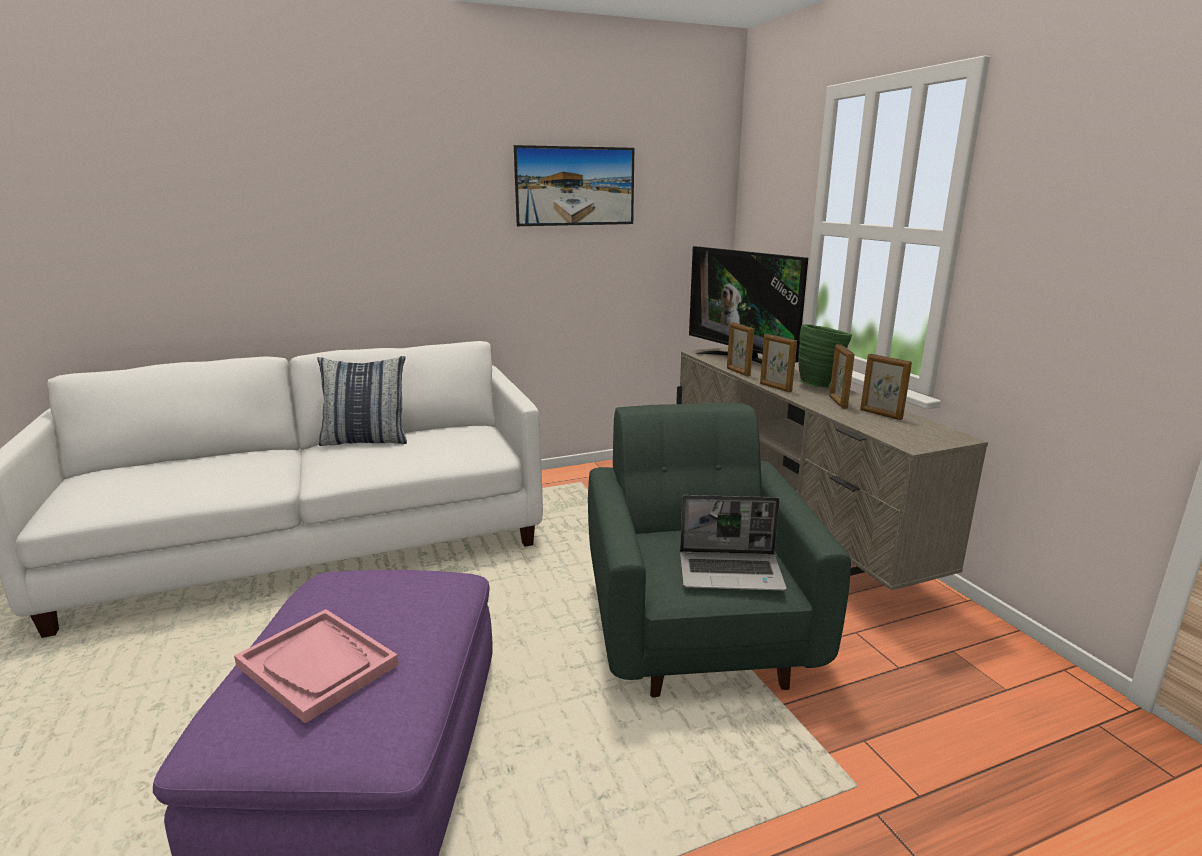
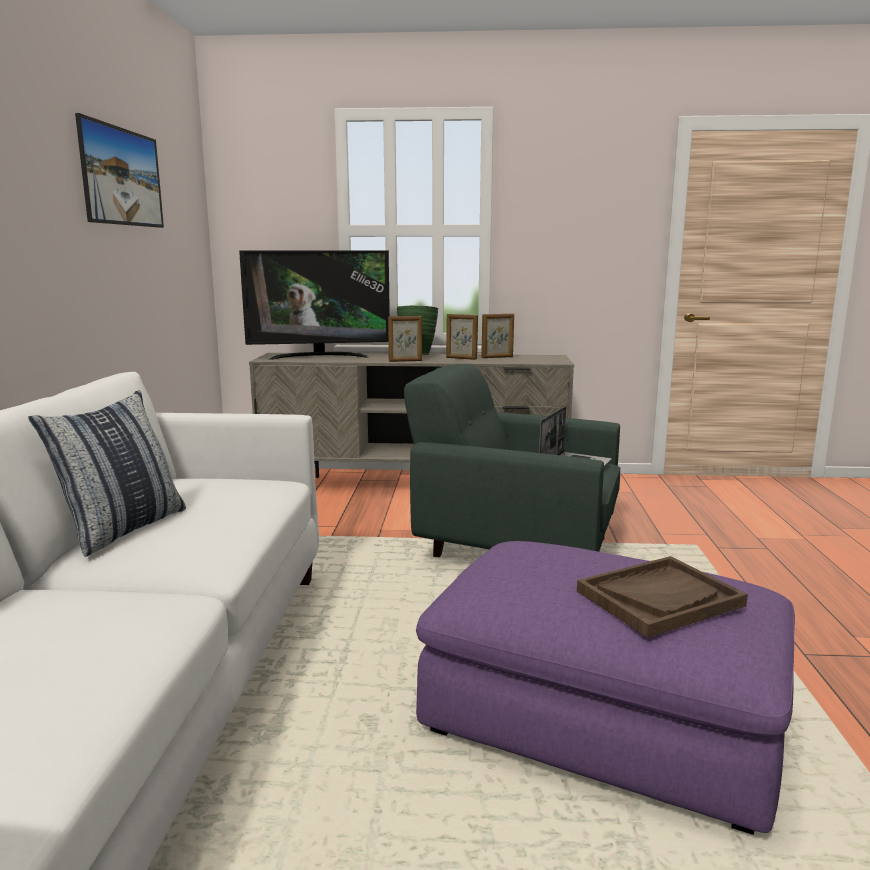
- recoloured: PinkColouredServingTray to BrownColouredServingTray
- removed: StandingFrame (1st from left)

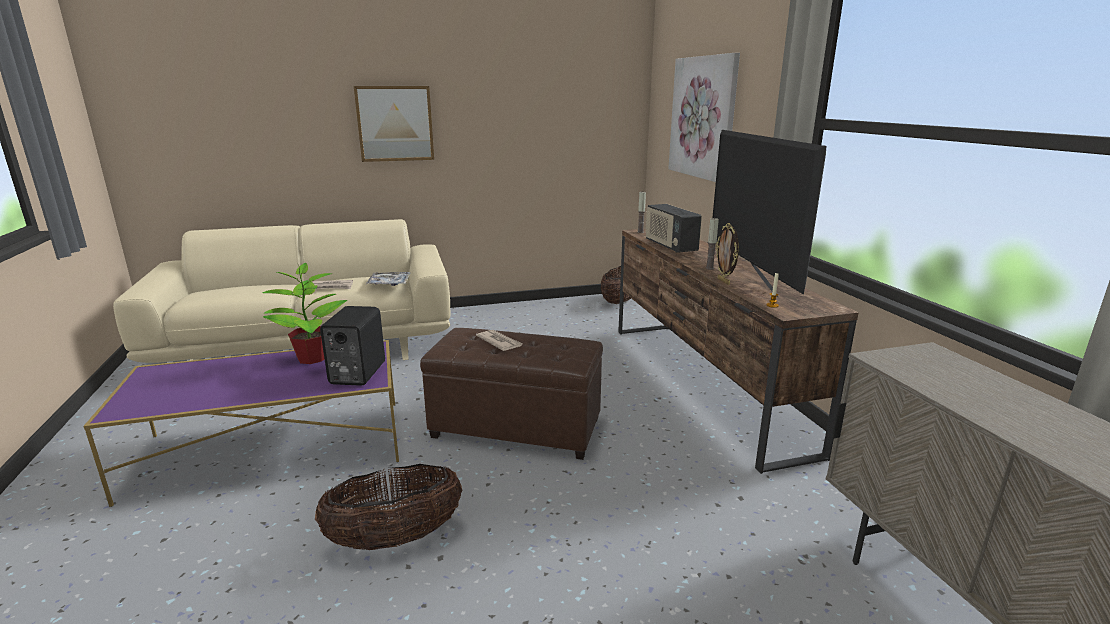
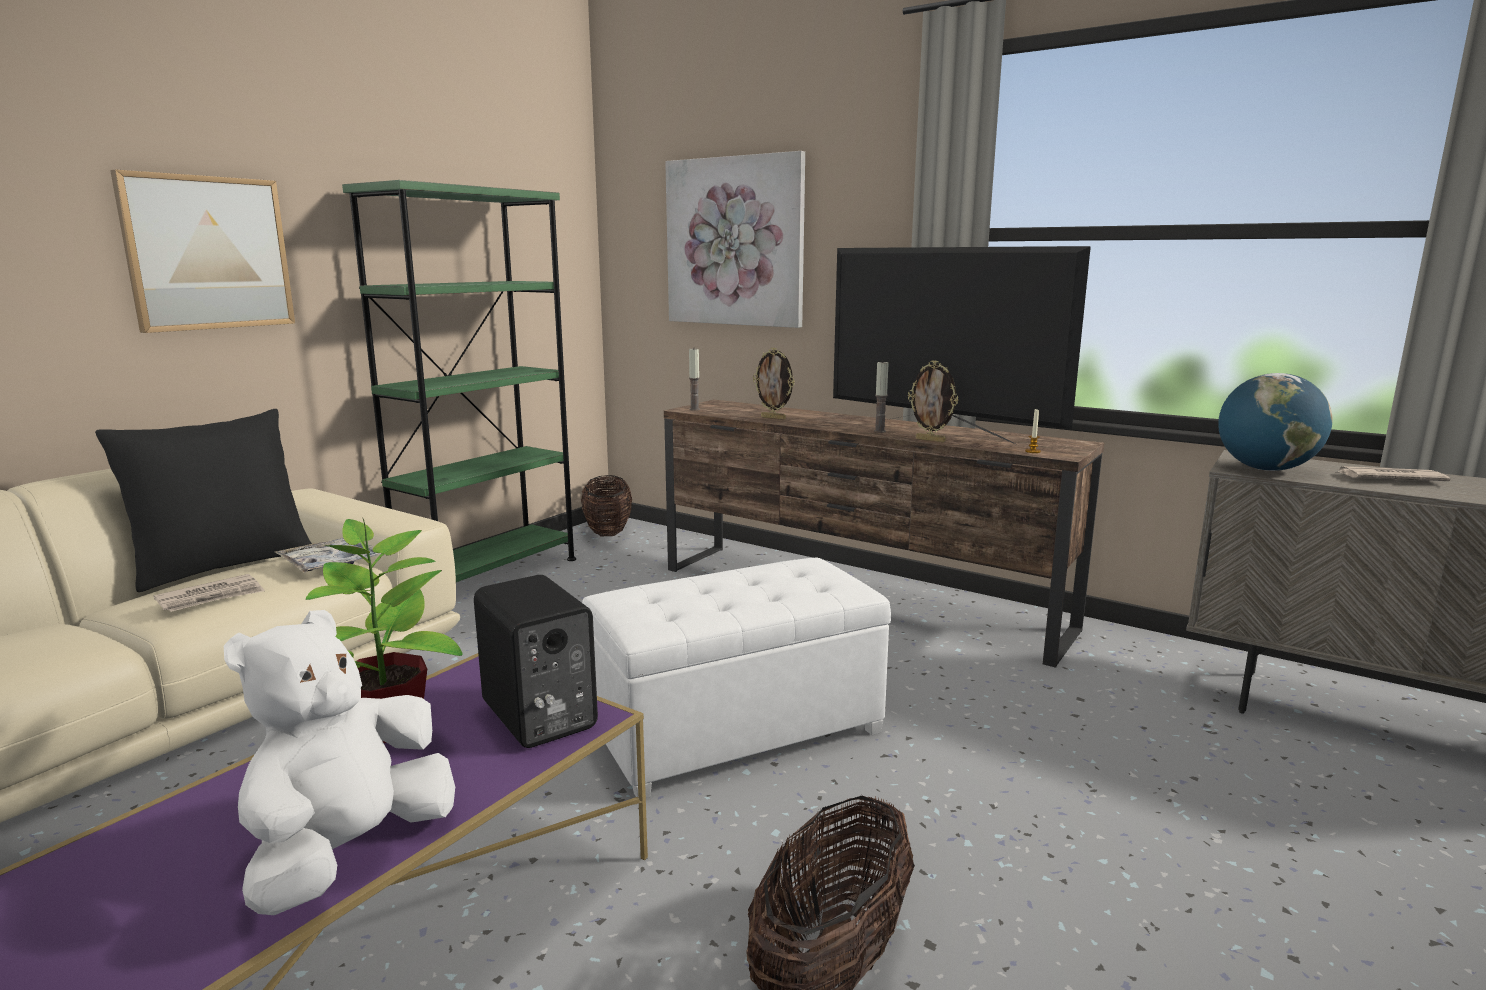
- recoloured: BrownColouredOttoman to WhiteOttoman
- moved: DailyPaper (2nd from left)
- replaced: RadioReceiver to StandingFrame (1st from left)
- added: BlackishPillow
- added: WhiteCuddlyToy
- added: GreenBookshelf
- added: Globe

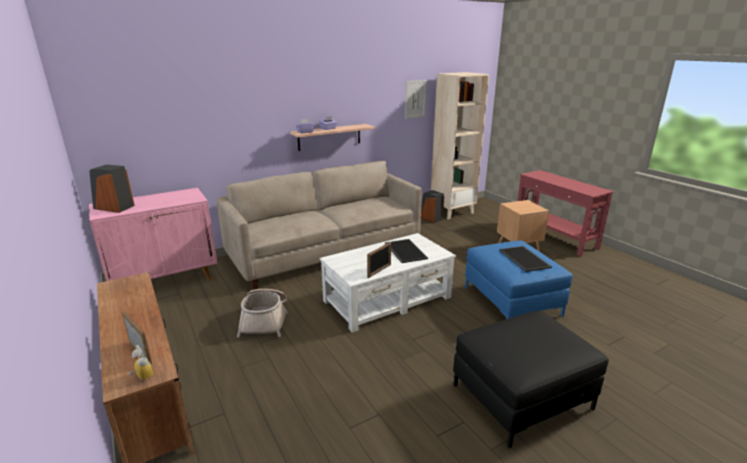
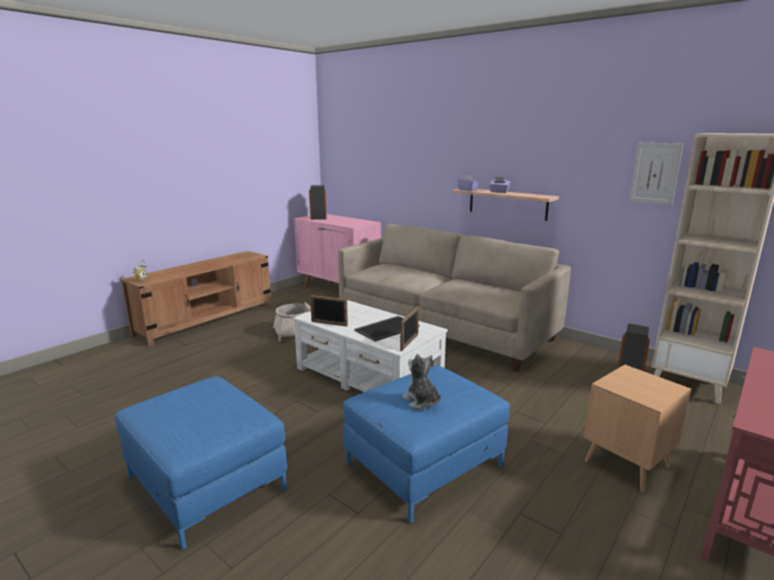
- moved: StandingFrame (1st from left in the first image) to StandingFrame (2nd from left)
- recoloured: BlackishOttoman to BlueOttoman (1st from left)
- replaced: ServingTray (2nd from left) to CuddlyToy

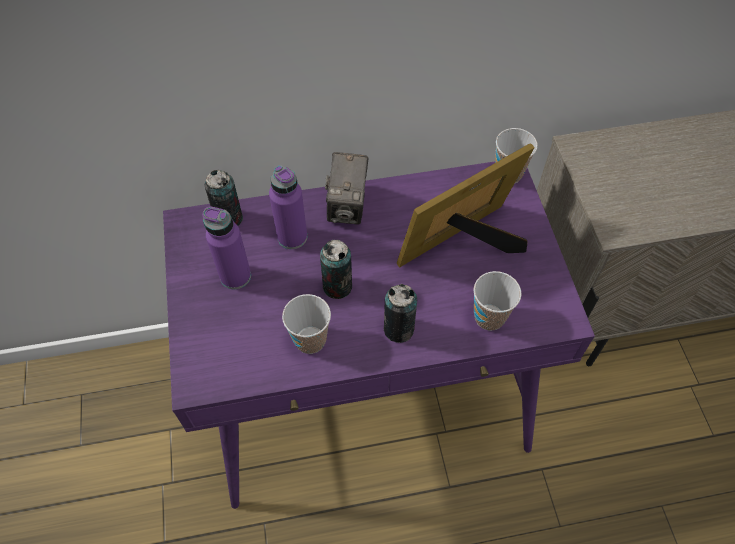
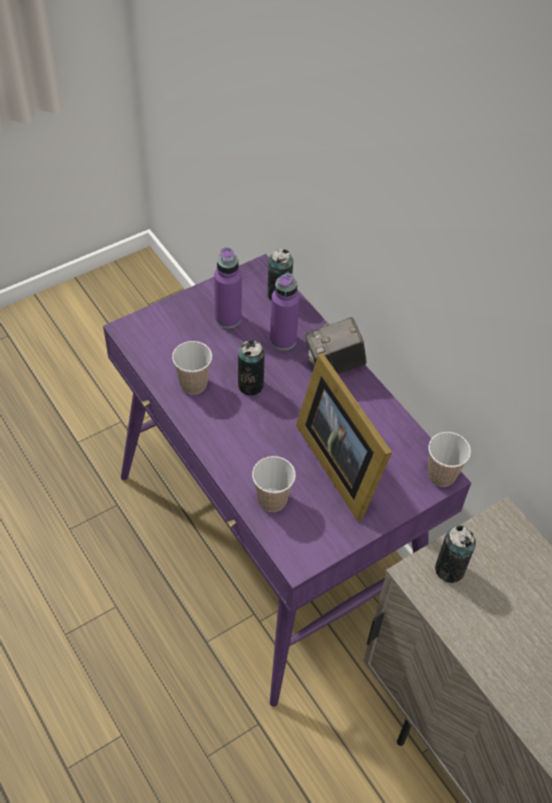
- moved: SealedCan (3rd from left)
- turned: StandingFrame 150 degrees counterclockwise

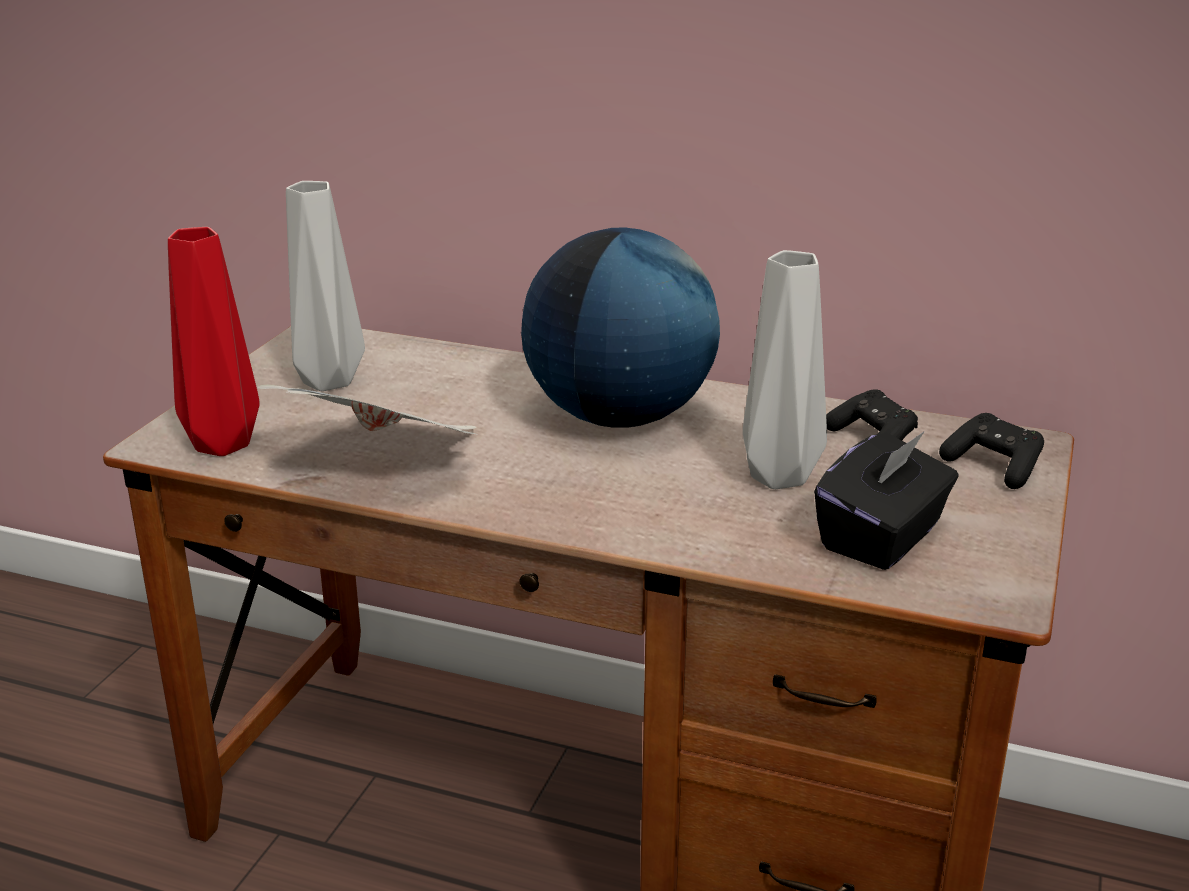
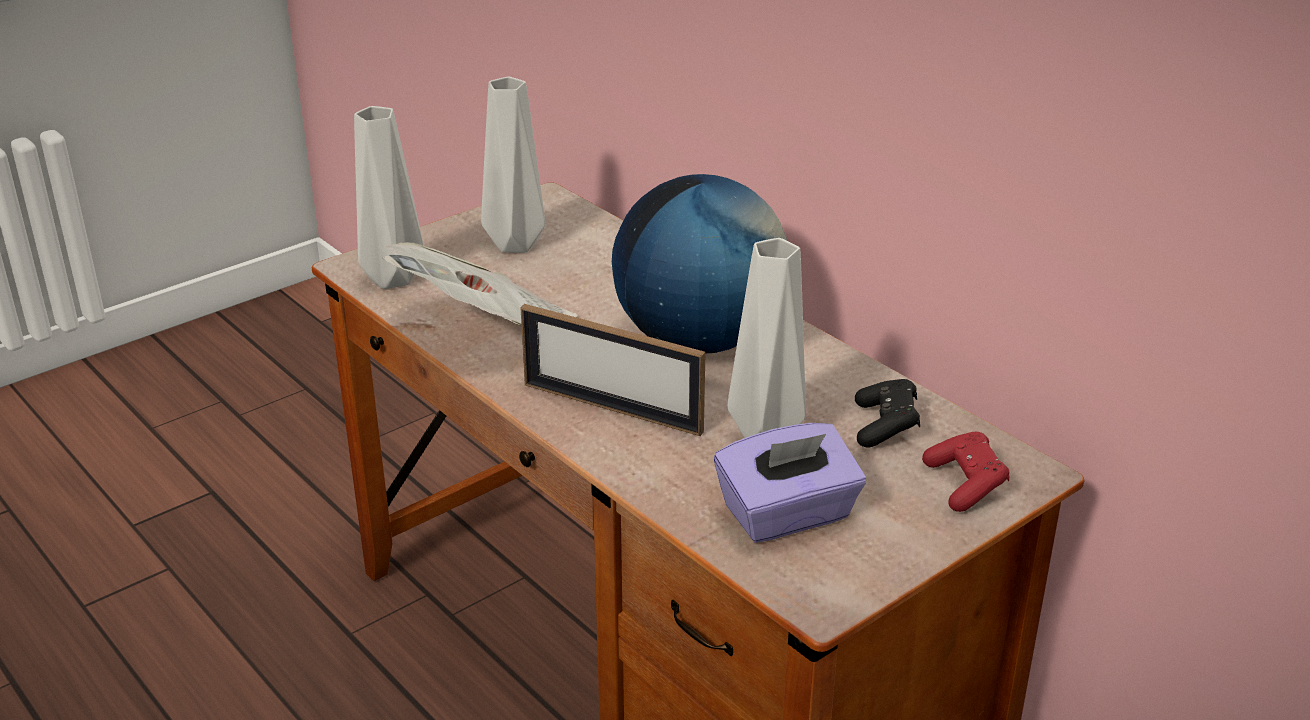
- recoloured: ReddishVase to GreyVase (1st from left)
- recoloured: BlackishTissueHolder to PurpleColouredTissueHolder
- recoloured: BlackishGamepad (2nd from left) to ReddishGamepad
- added: StandingFrame

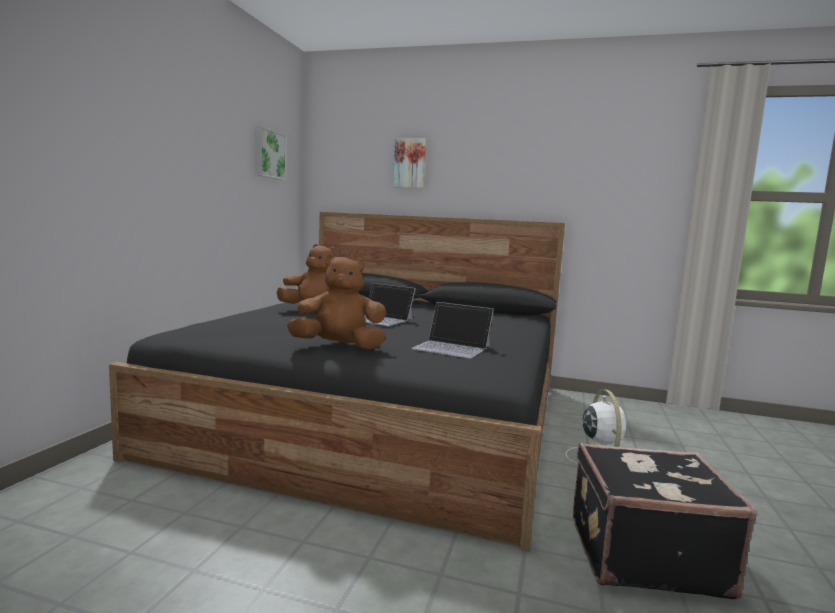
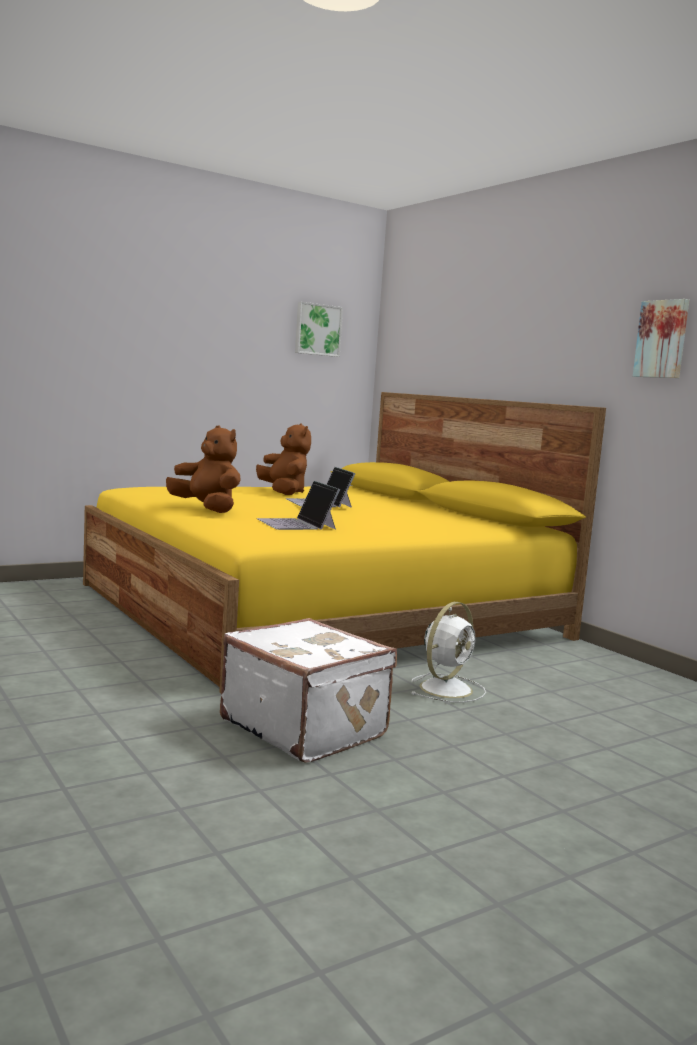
- recoloured: BlackishSleepingBed to YellowColouredSleepingBed
- moved: WallPicture (2nd from left)
- recoloured: BlackishSuitcase to WhiteSuitcase

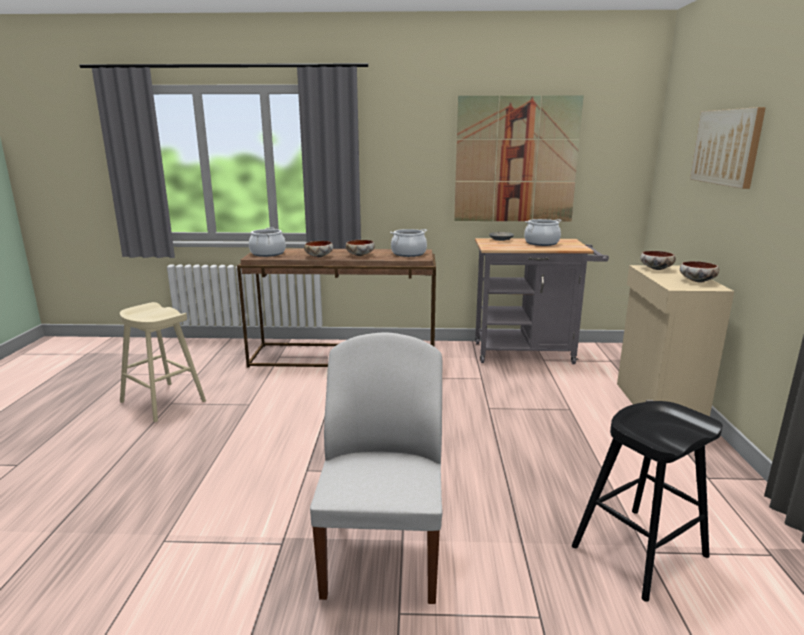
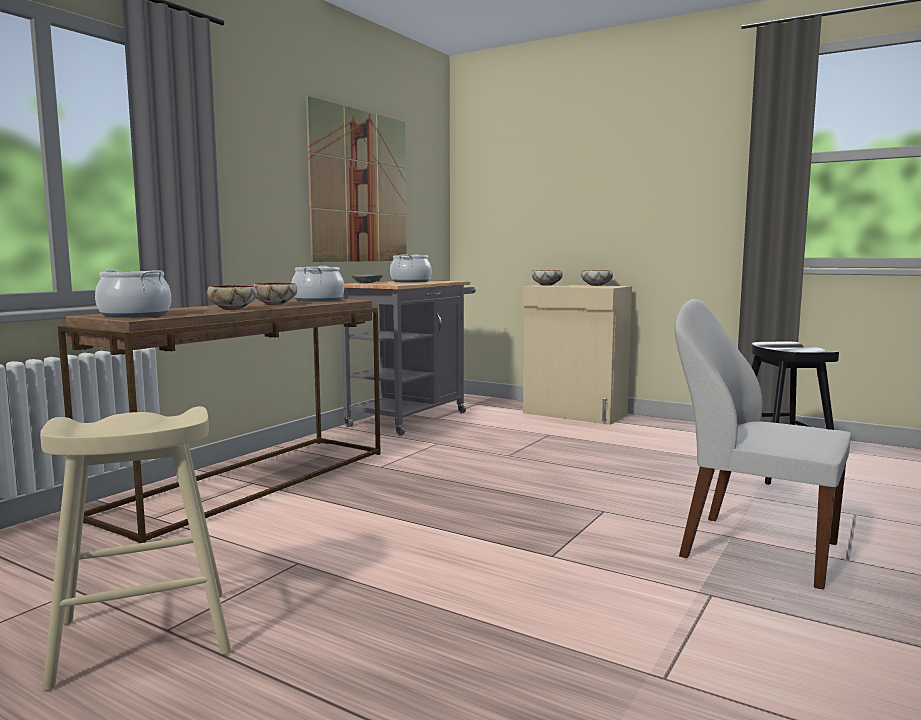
- removed: WallPicture (2nd from left)

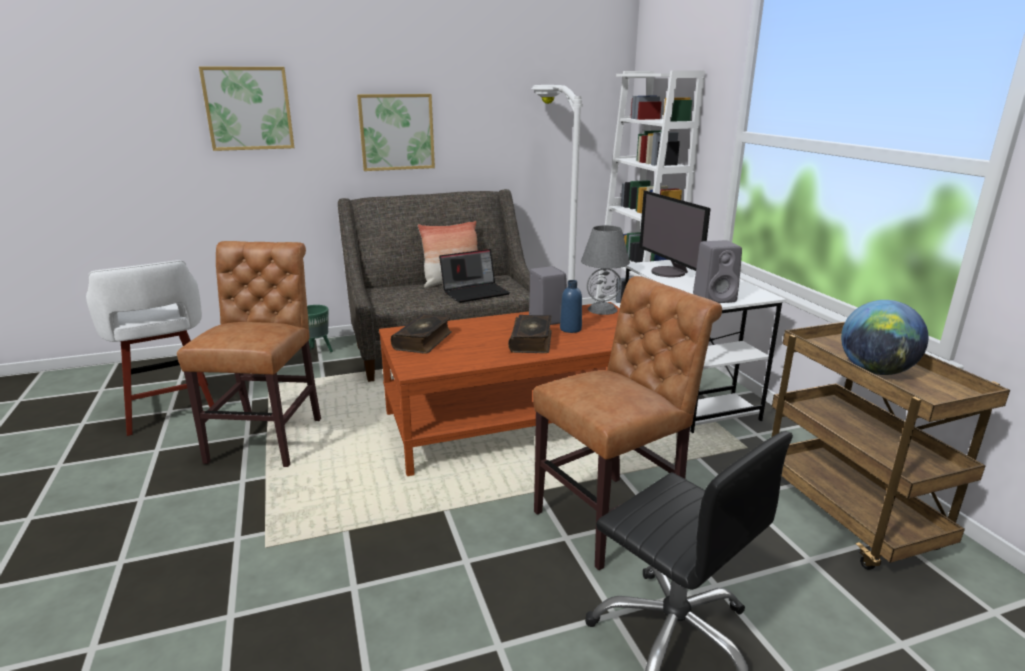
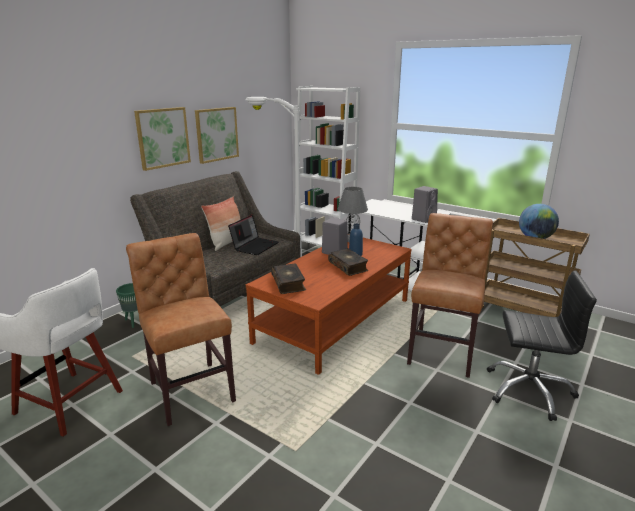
- moved: WallPicture (1st from left in the first image) to WallPicture (2nd from left)
- removed: ComputerScreen

